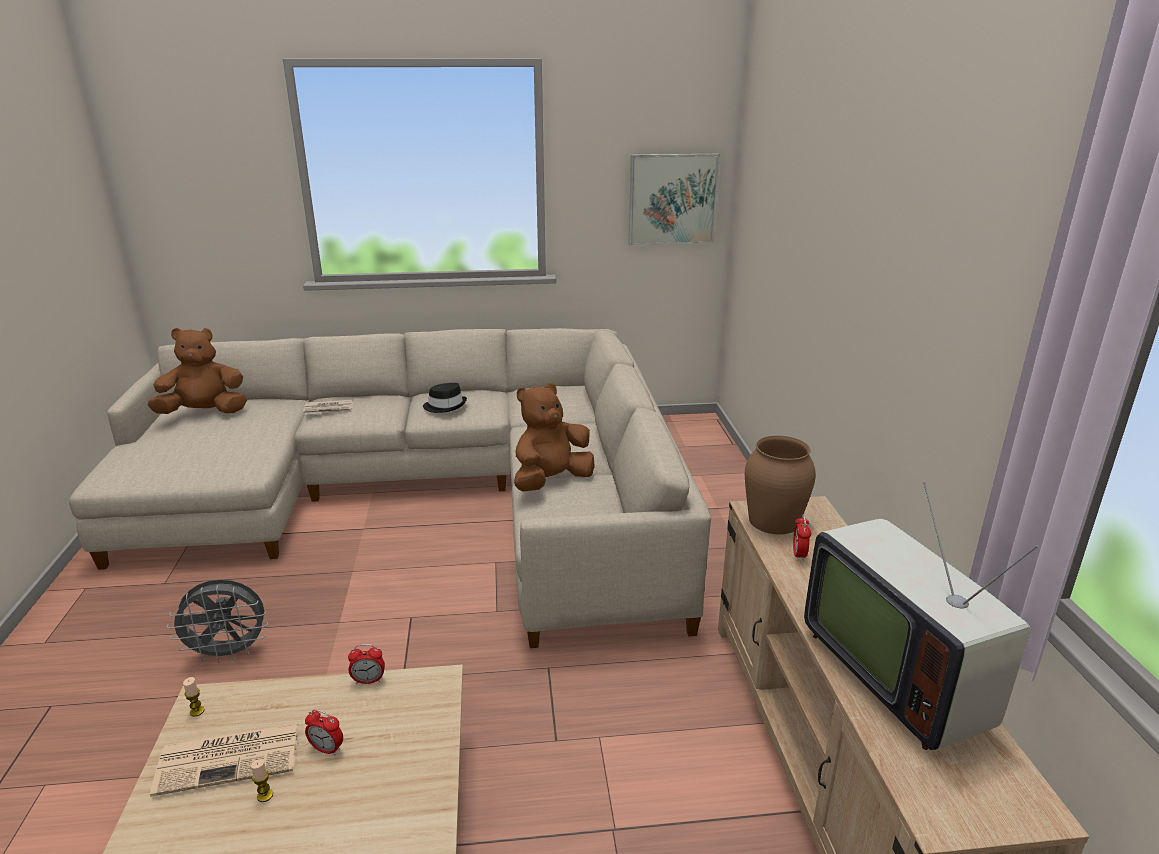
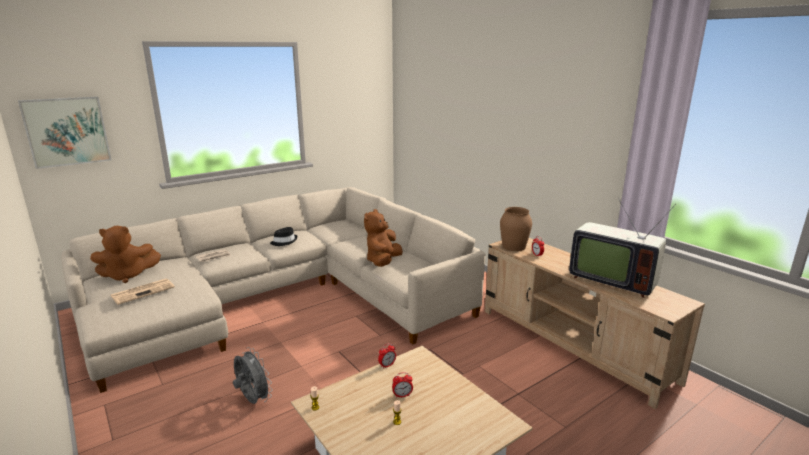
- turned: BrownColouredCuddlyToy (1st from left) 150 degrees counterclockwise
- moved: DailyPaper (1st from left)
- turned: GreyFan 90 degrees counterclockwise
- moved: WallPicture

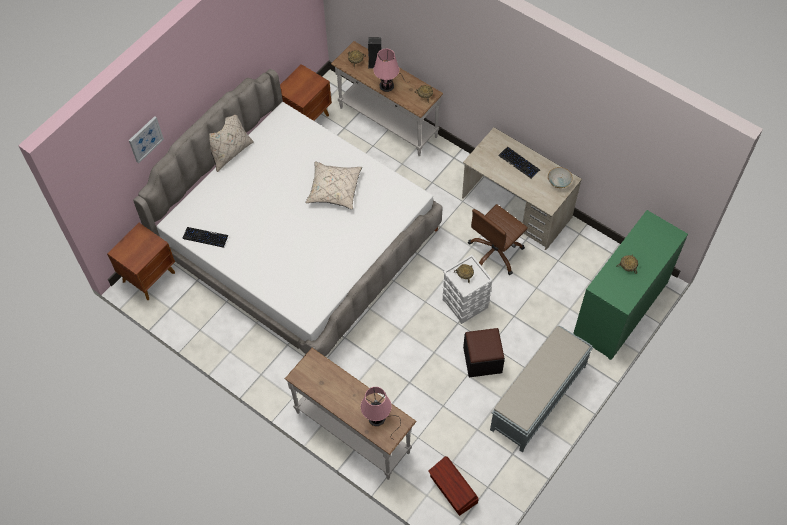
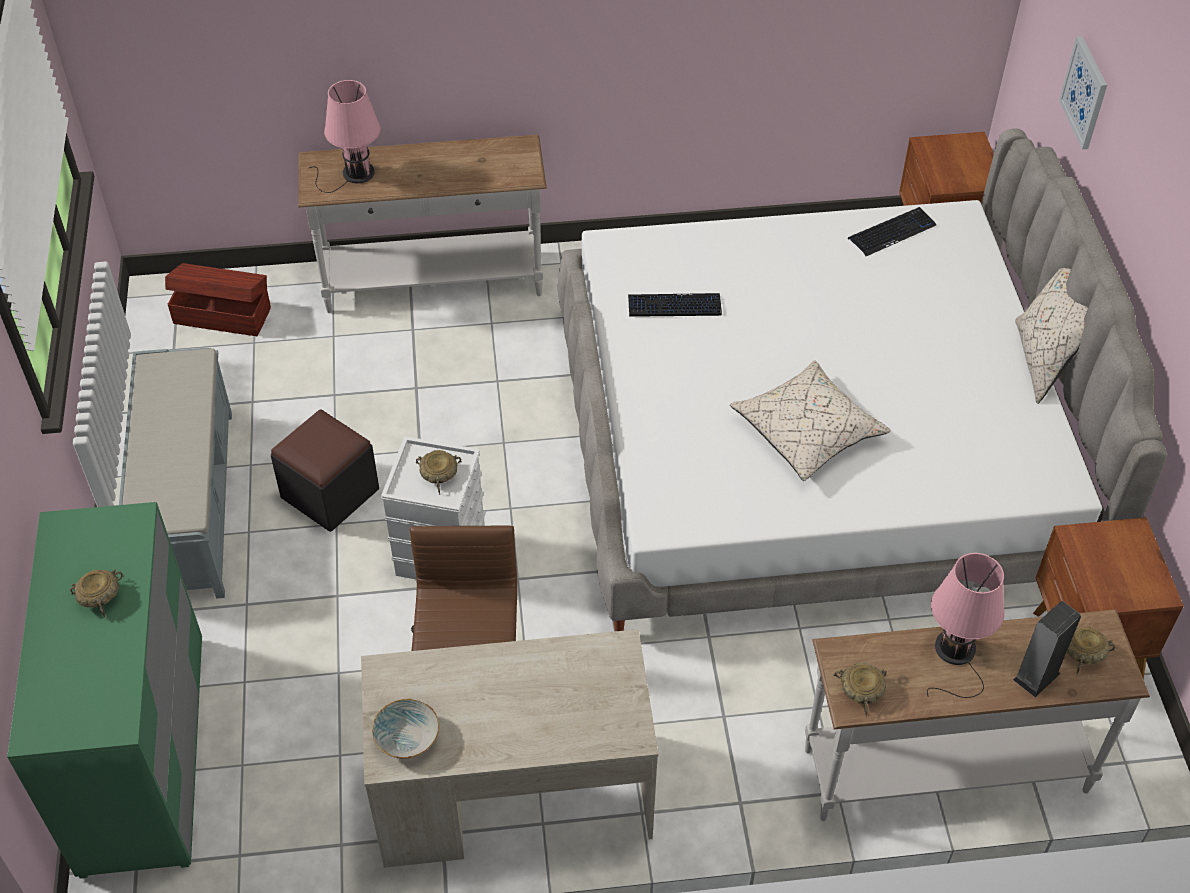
- moved: ComputerKeyboard (2nd from left in the first image) to ComputerKeyboard (1st from left)

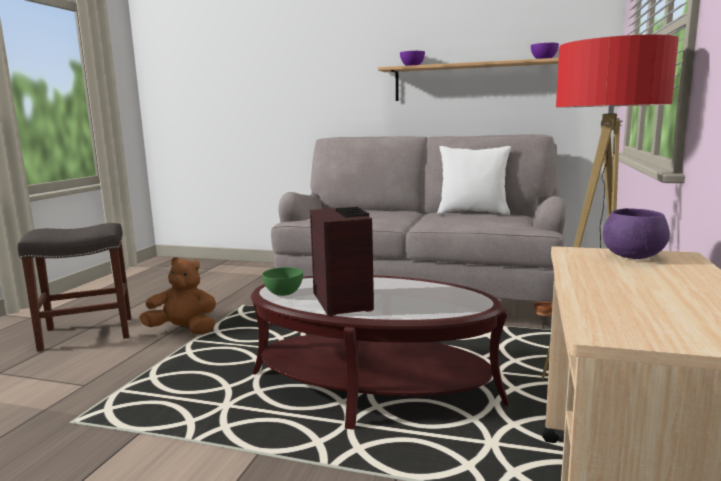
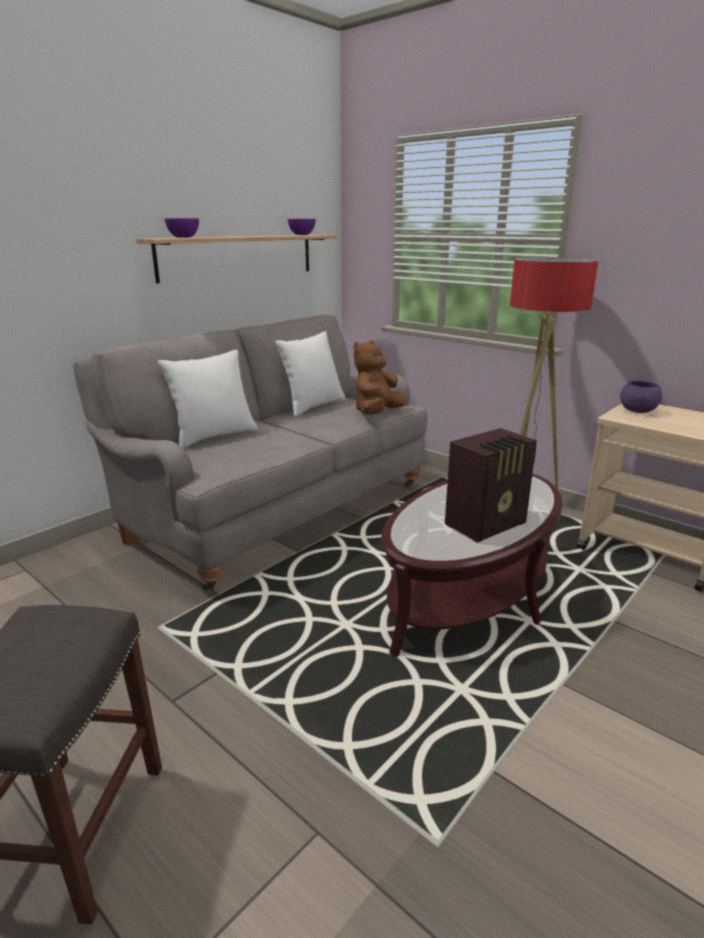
- moved: BrownColouredCuddlyToy
- removed: GreenBowl
- turned: RadioReceiver 135 degrees clockwise
- added: WhitePillow (1st from left)

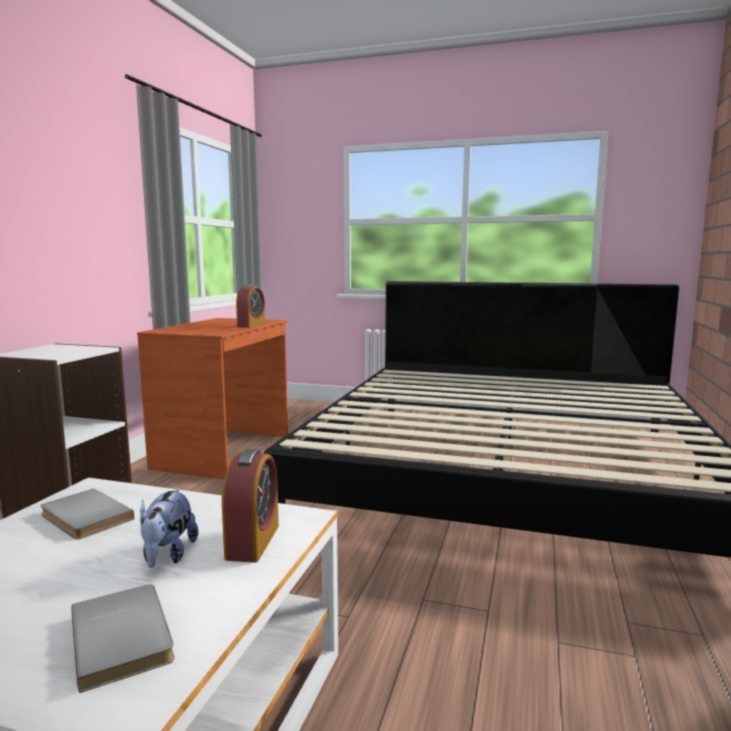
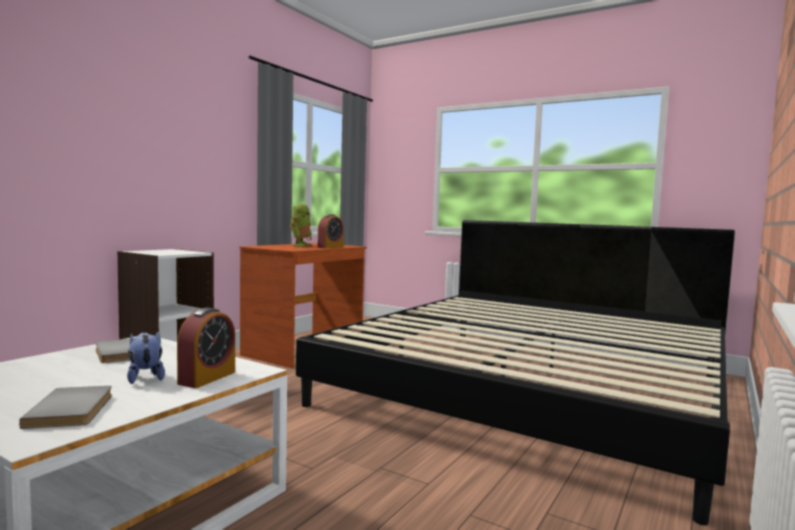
- turned: CuddlyToy 135 degrees clockwise
- added: ModelRobot

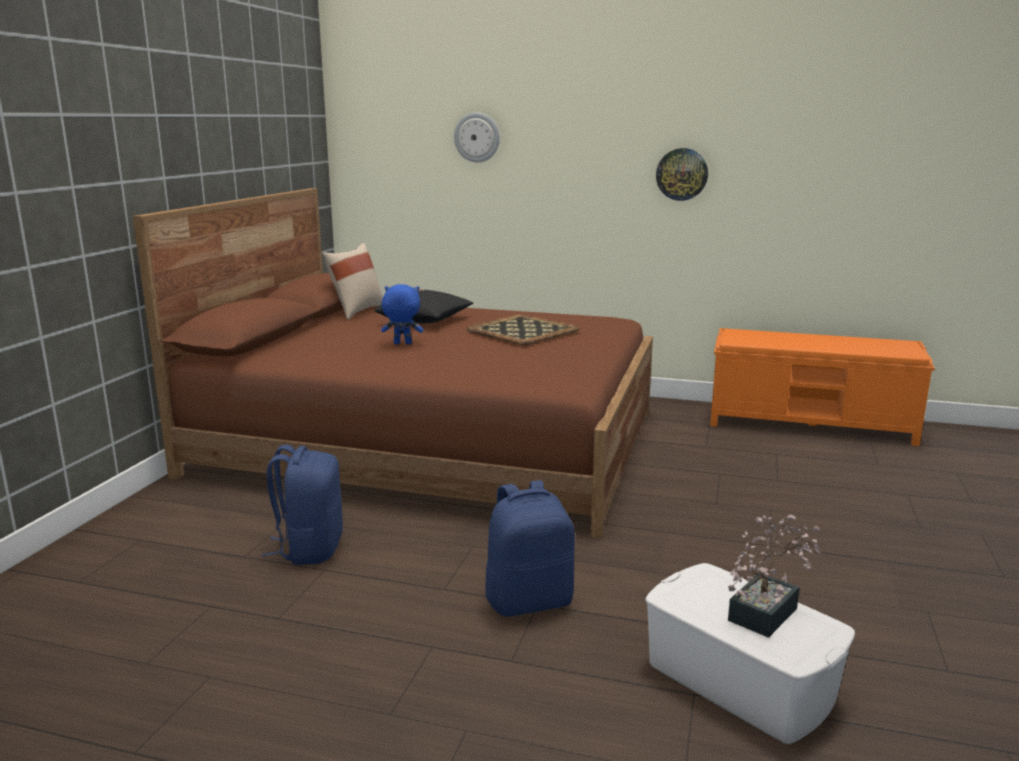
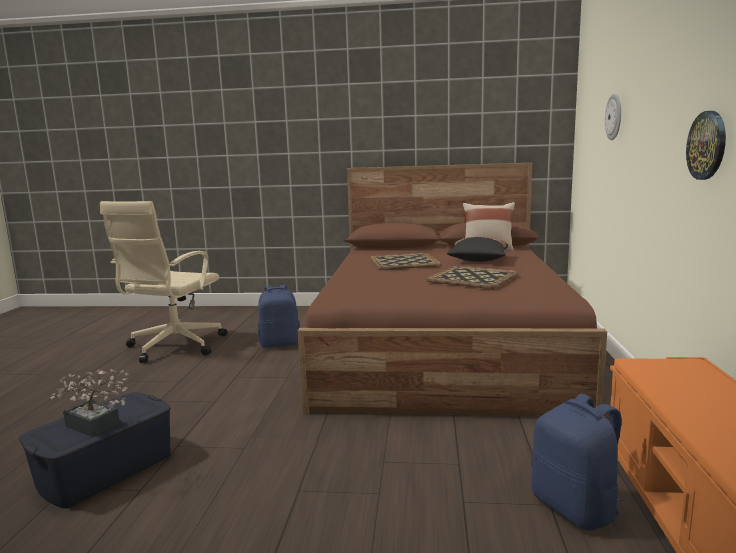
- replaced: BlueCuddlyToy to ServingTray (1st from left)
- moved: BlueRucksack (2nd from left)
- recoloured: WhiteStorageBin to BlueStorageBin
- added: BeigeColouredDeskChair

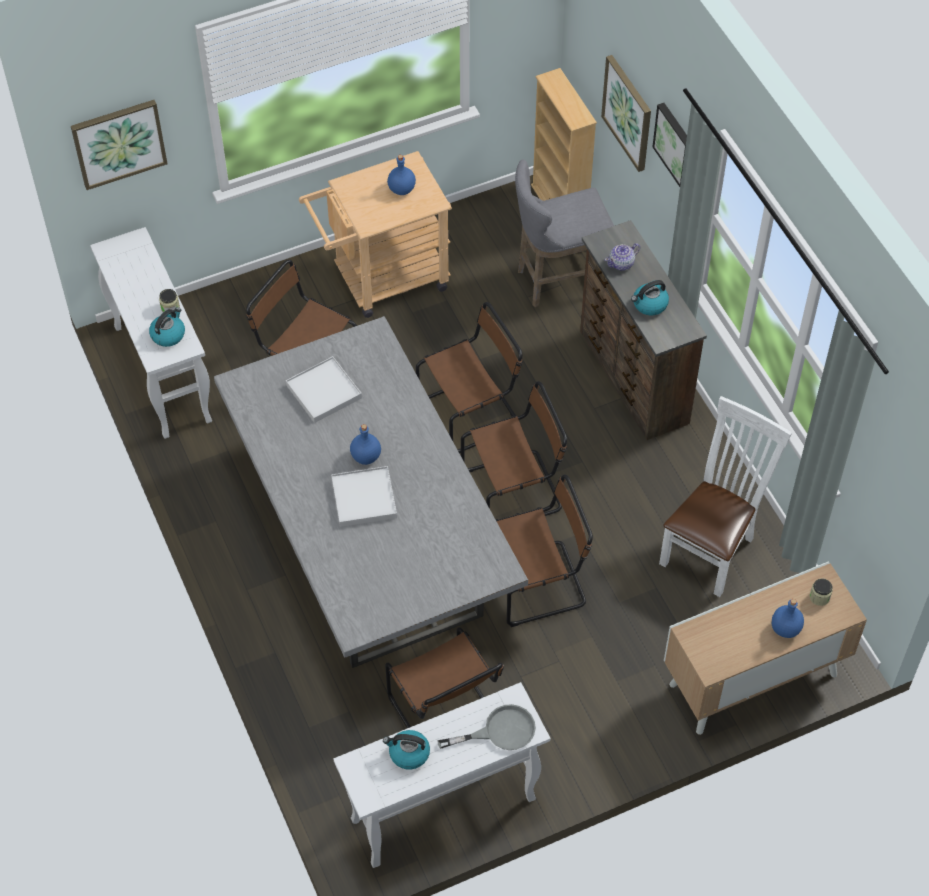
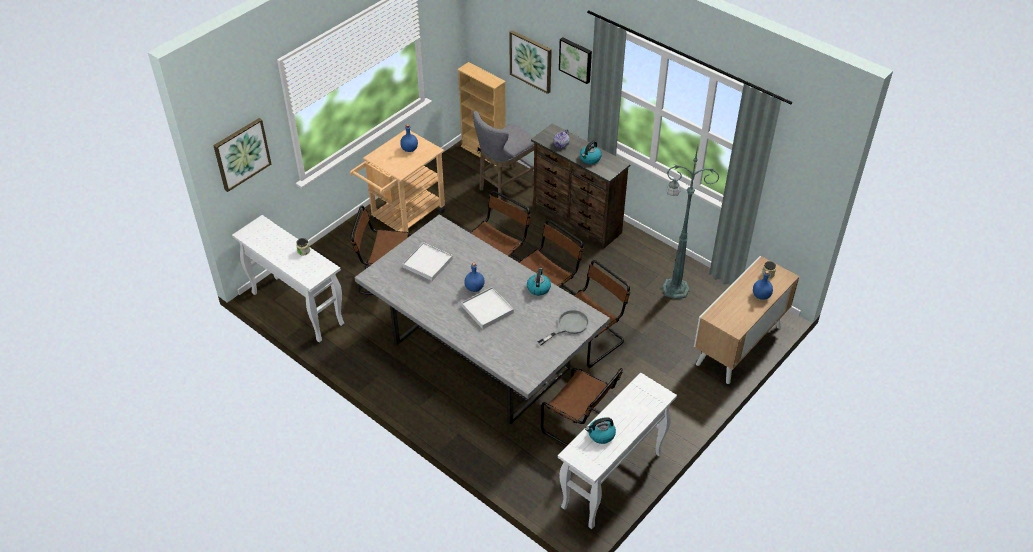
- moved: TeaKettle (1st from left)
- moved: GreySkillet
- replaced: WhiteUprightChair to GreenStandardLamp

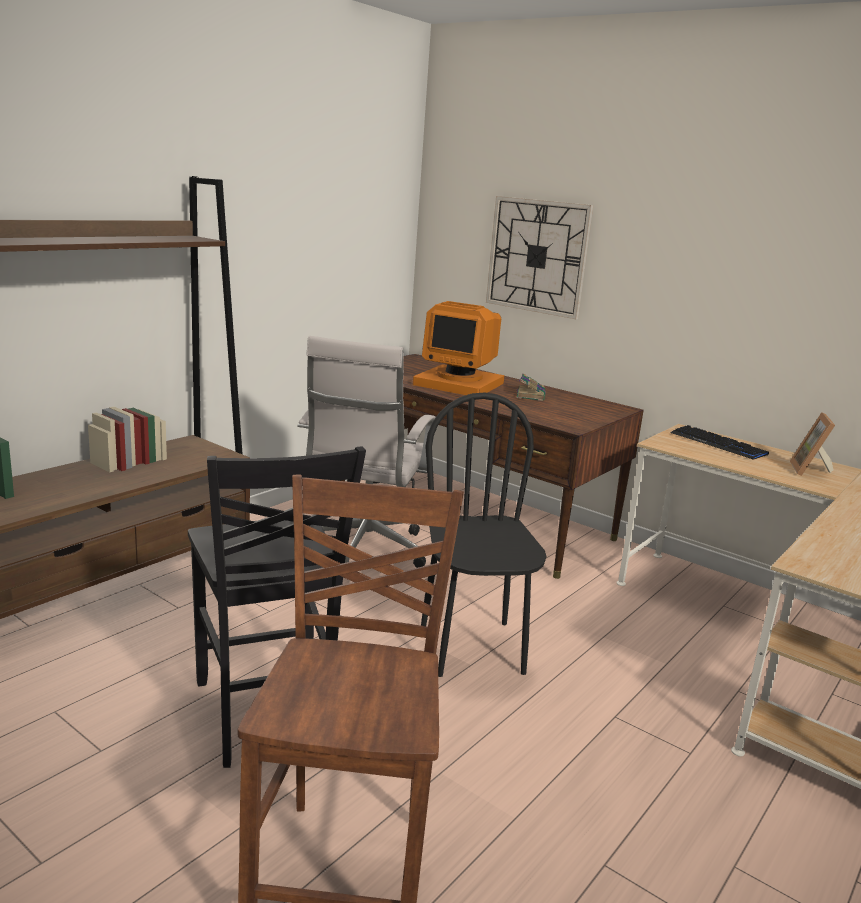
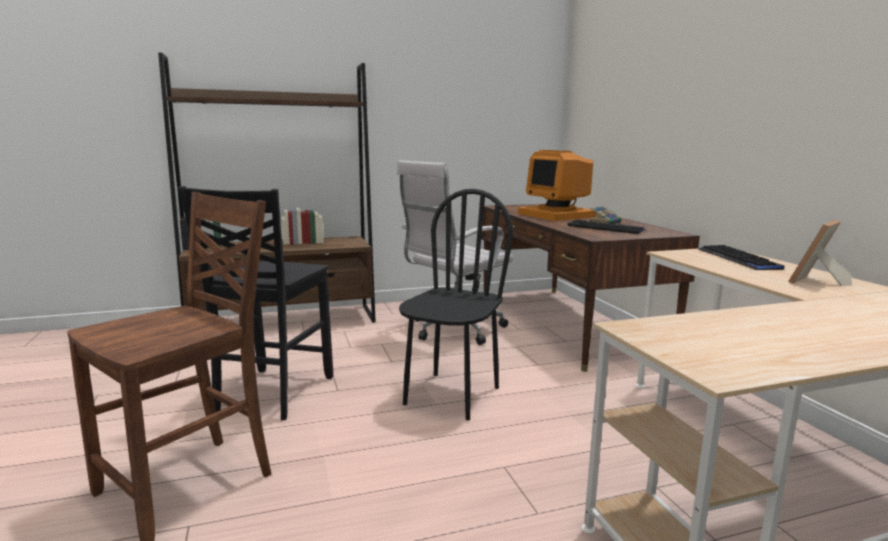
- removed: WallClock
- added: ComputerKeyboard (1st from left)

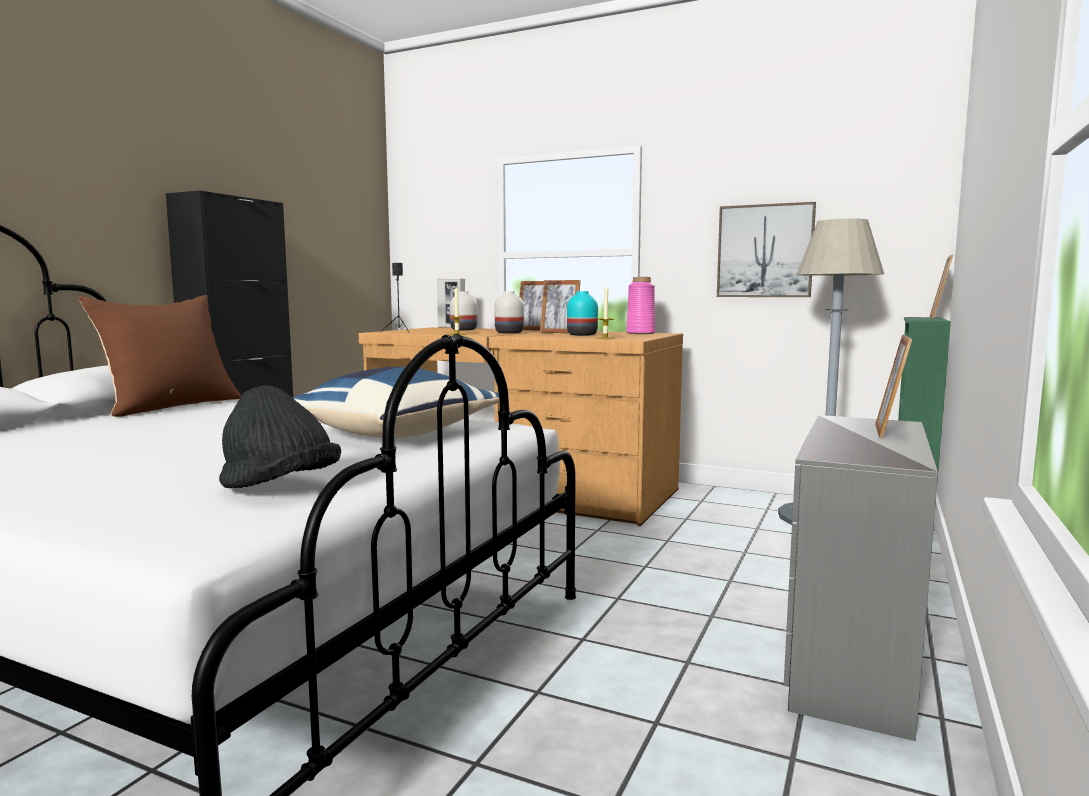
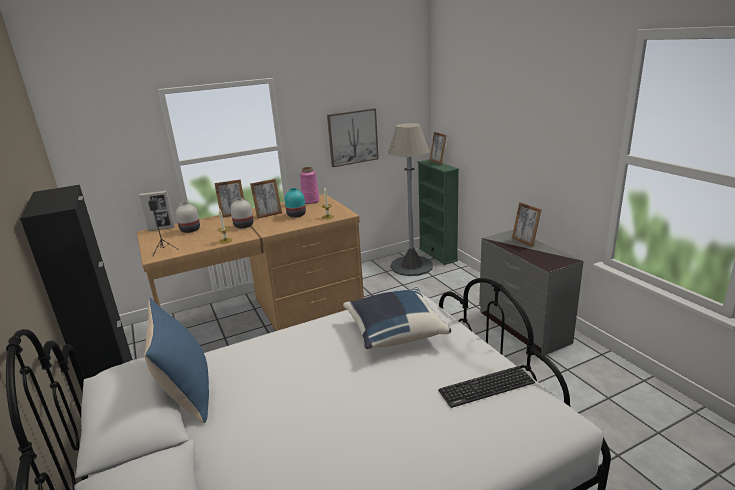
- recoloured: BrownColouredPillow to BluePillow (1st from left)
- replaced: BlackishHat to ComputerKeyboard

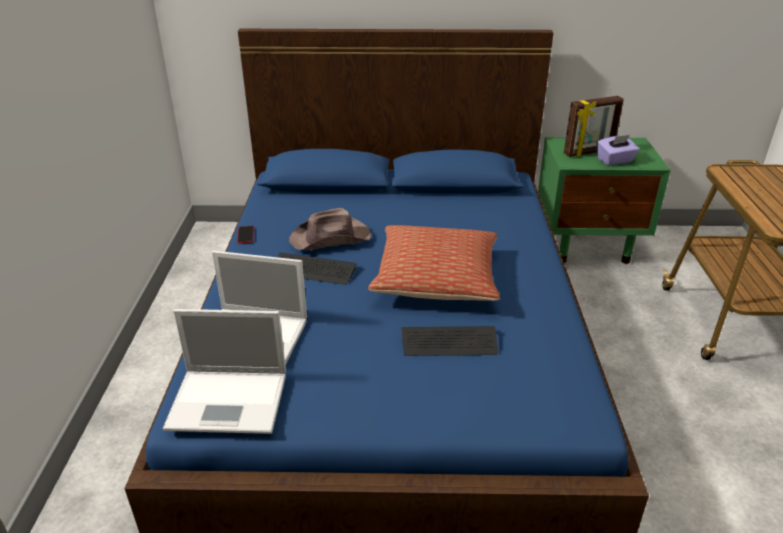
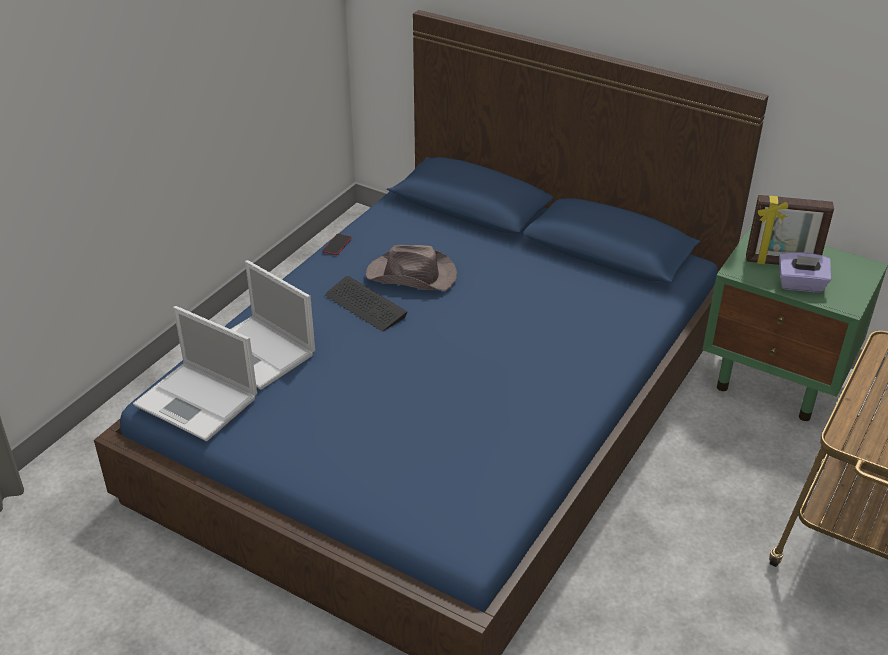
- removed: Pillow
- removed: ComputerKeyboard (2nd from left)

